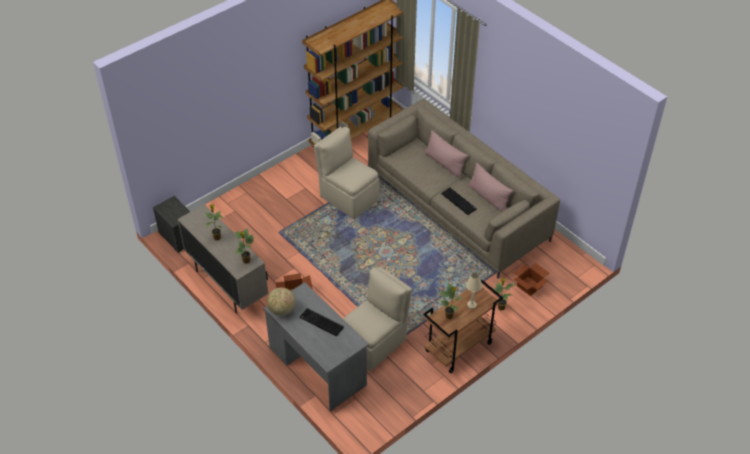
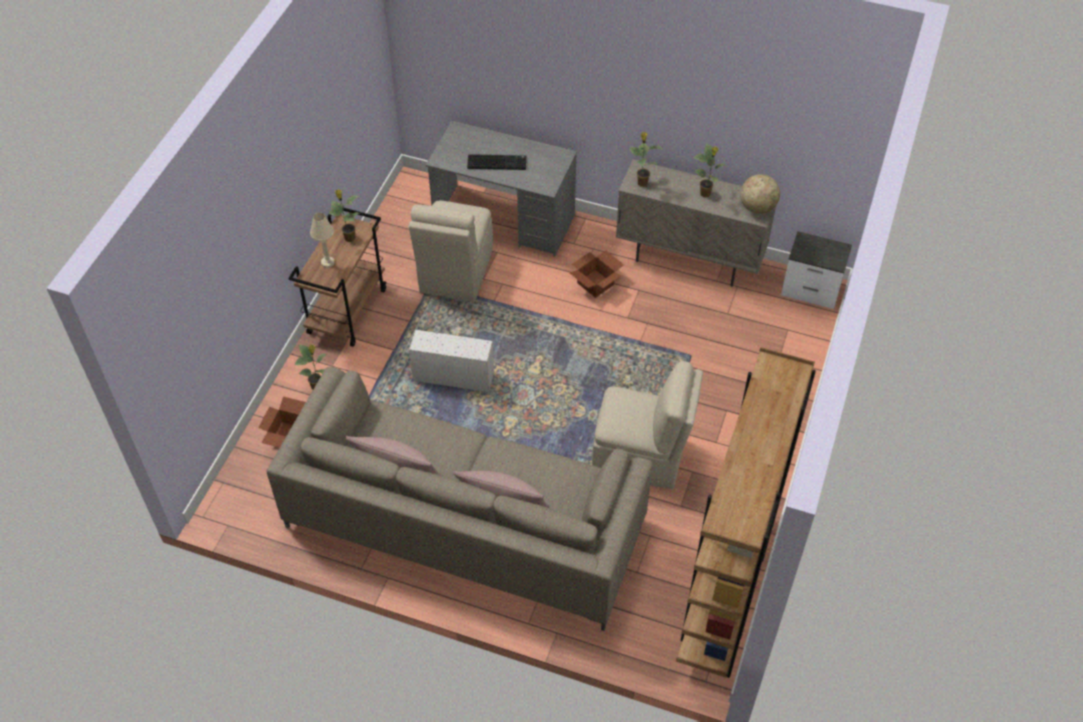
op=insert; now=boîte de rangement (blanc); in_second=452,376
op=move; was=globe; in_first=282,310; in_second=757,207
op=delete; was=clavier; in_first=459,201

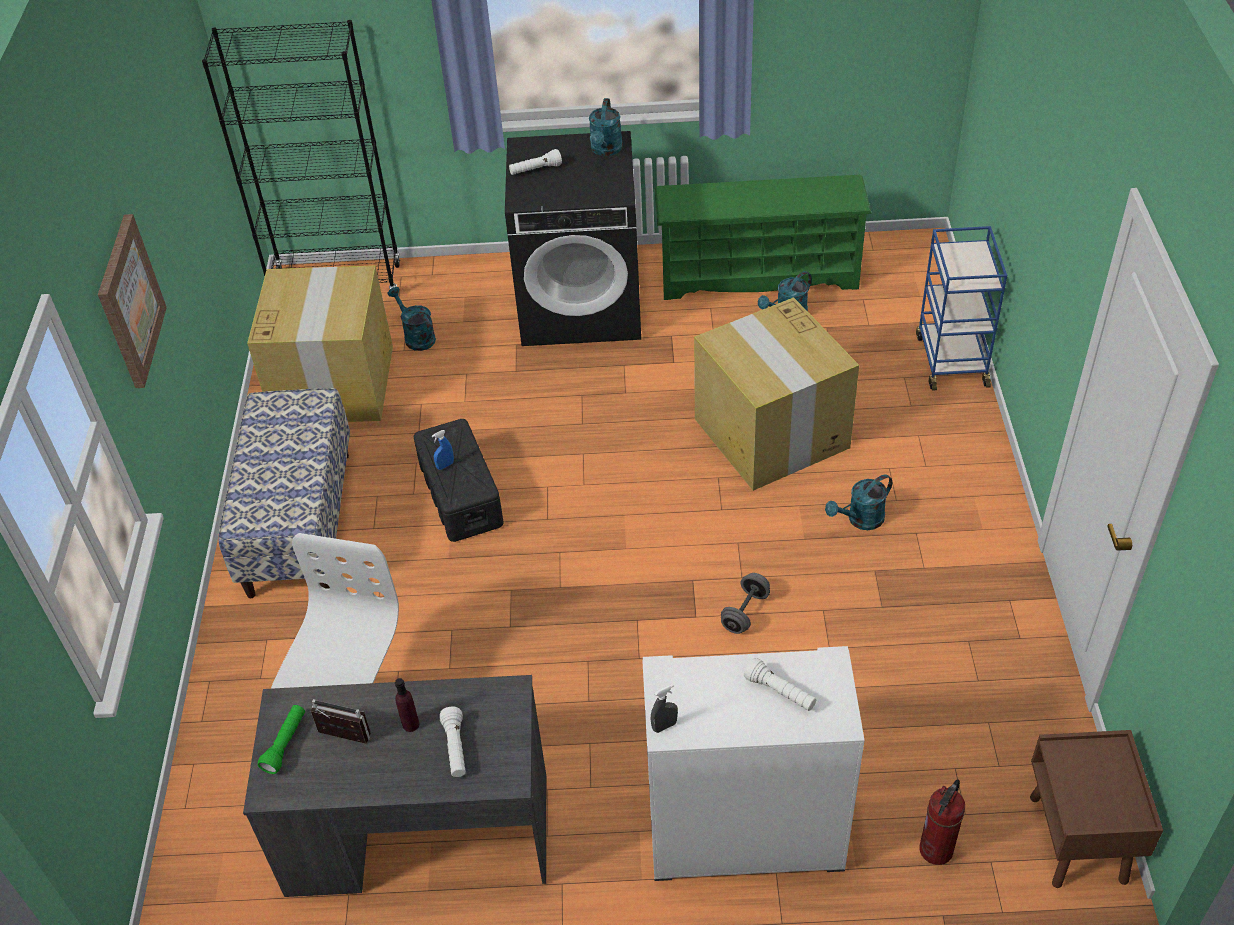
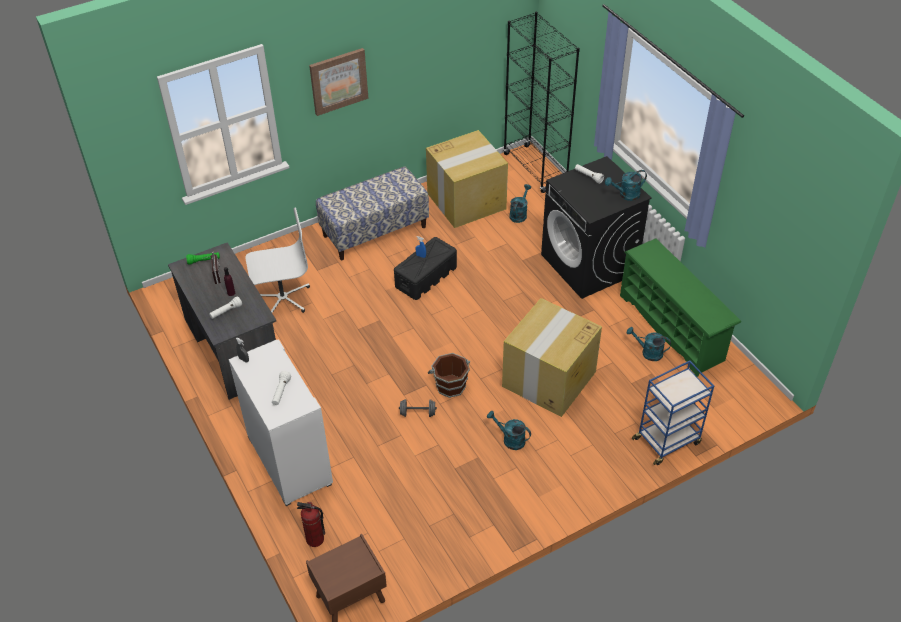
op=insert; now=seau (marron); in_second=450,385

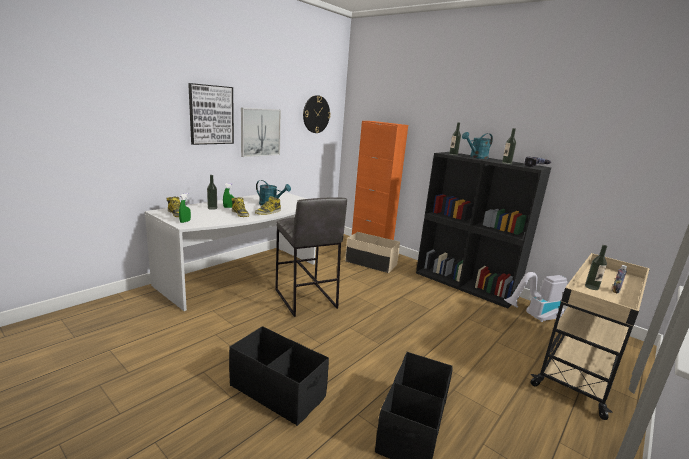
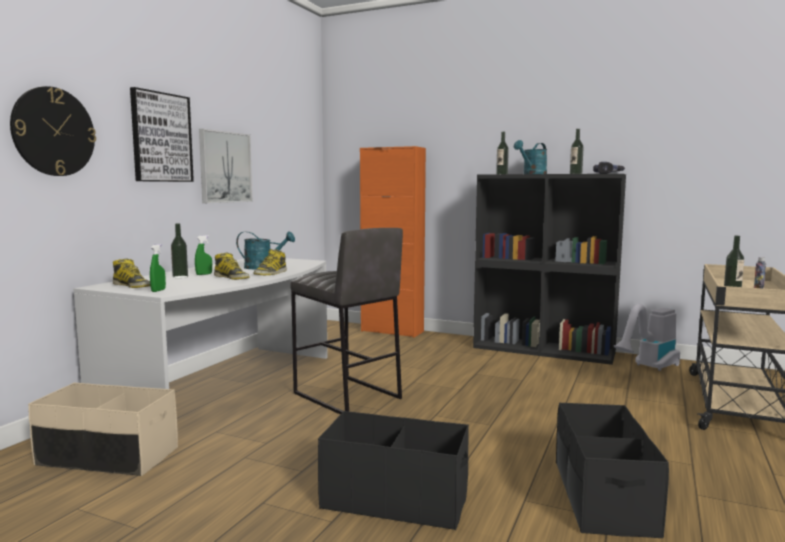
op=move; was=horloge murale; in_first=316,114; in_second=53,132
op=move; was=boîte de rangement (beige); in_first=371,263; in_second=107,457

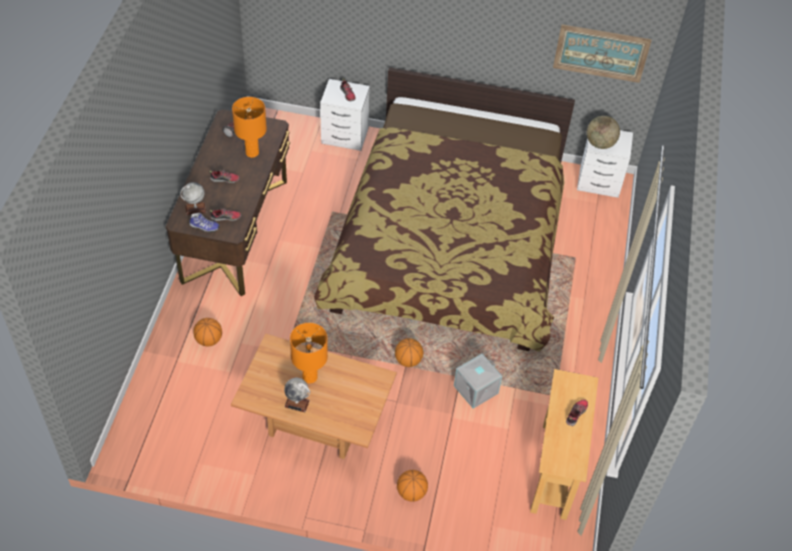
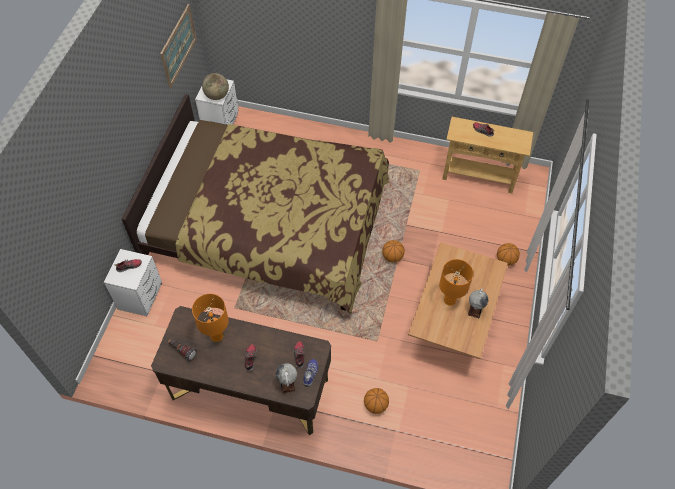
op=delete; was=boîte de rangement (gris); in_first=476,390

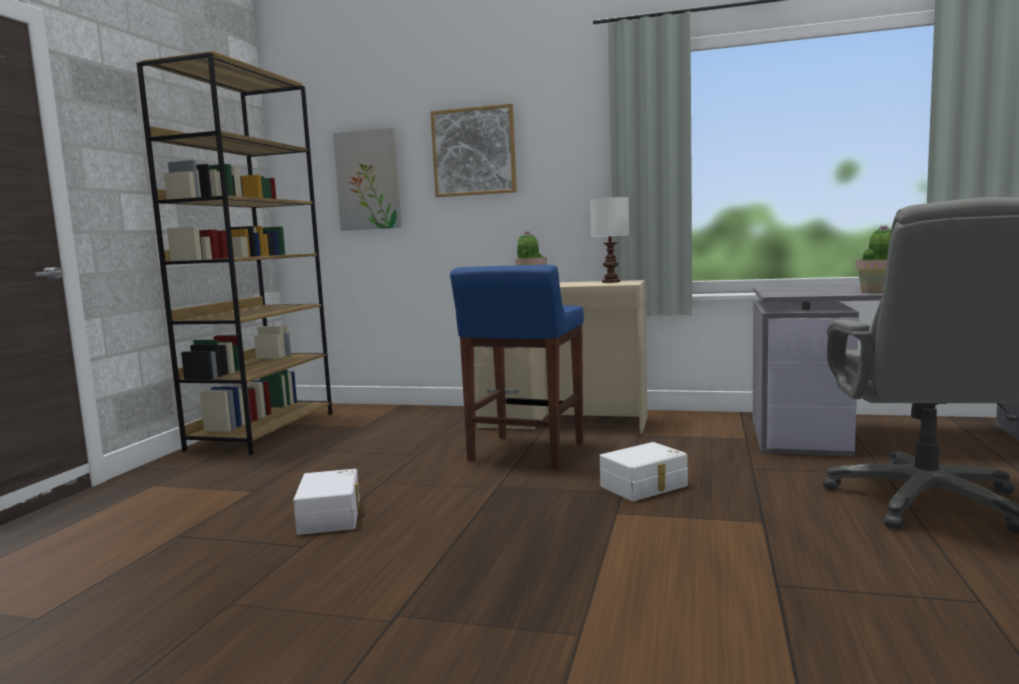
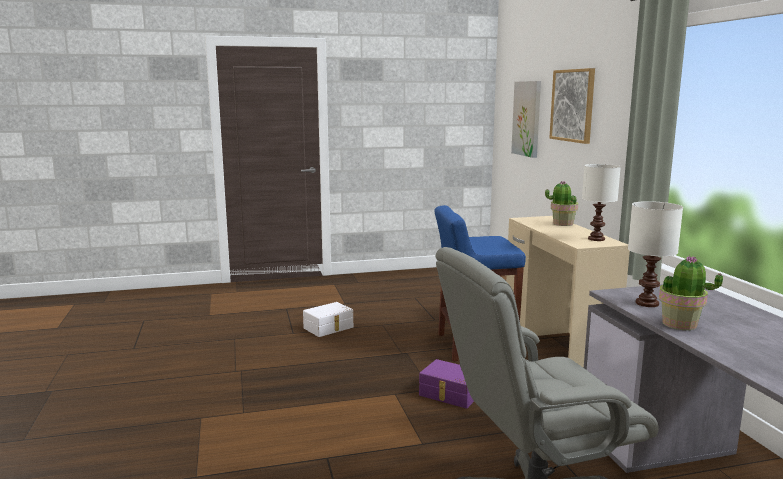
op=recolor; was=boîte de rangement (blanc); now=boîte de rangement (violet); in_first=645,486; in_second=450,394
op=insert; now=lampe de table (blanc); in_second=646,303
op=delete; was=bibliothèque (marron); in_first=263,431

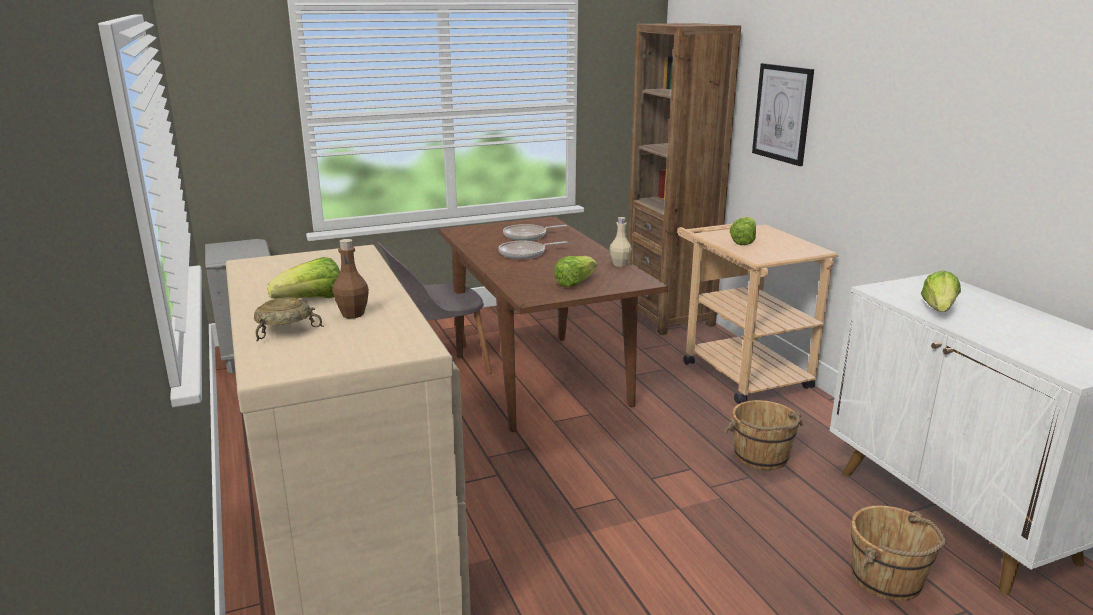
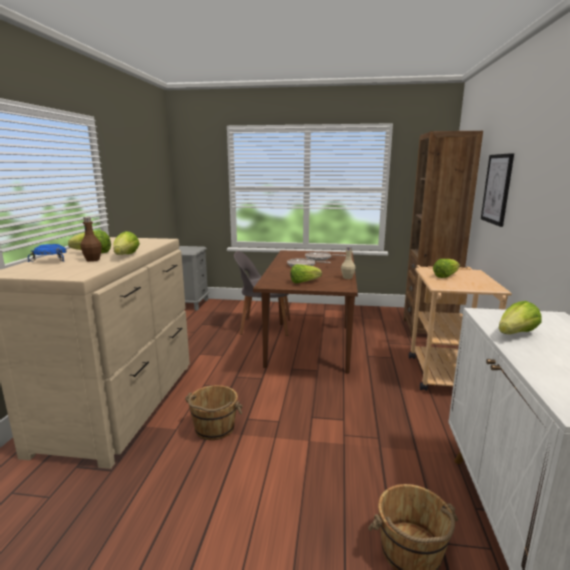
op=recolor; was=bol (beige); now=bol (bleu); in_first=286,331; in_second=51,261
op=insert; now=laitue; in_second=126,256
op=move; was=seau (marron); in_first=761,456; in_second=214,428

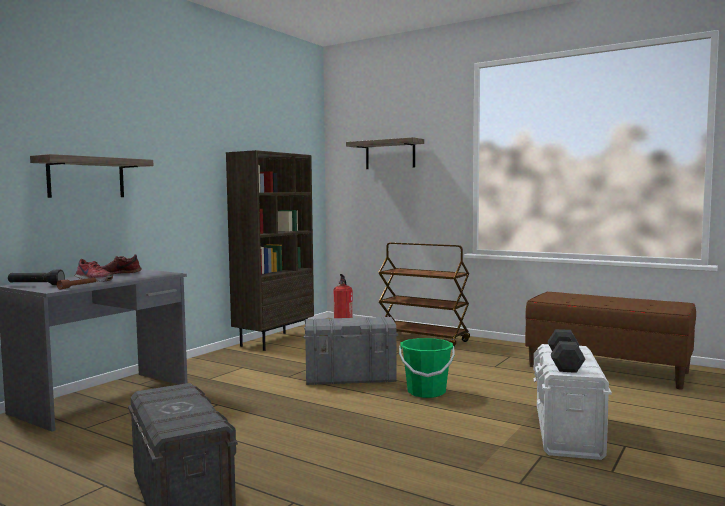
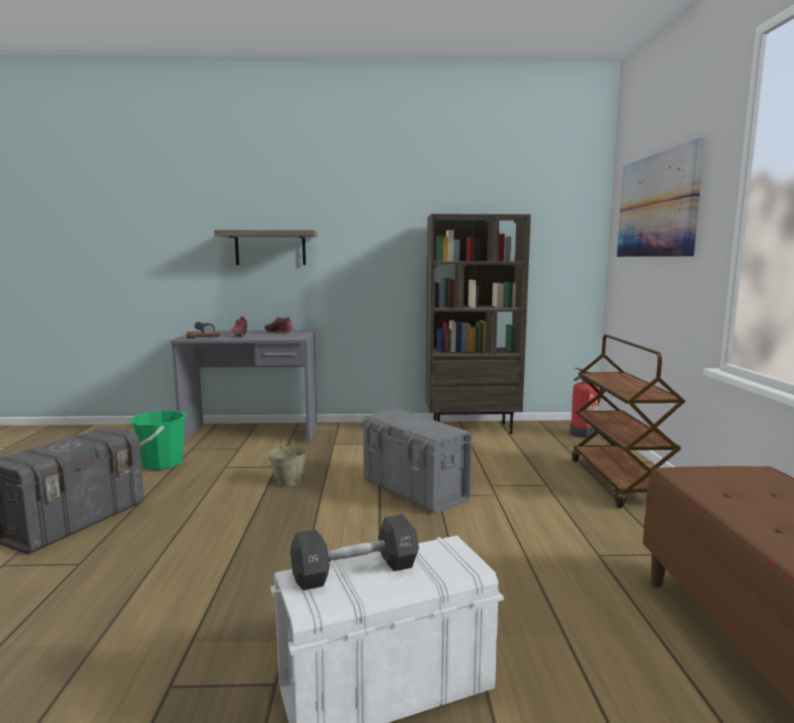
op=move; was=seau (vert); in_first=426,392; in_second=162,464
op=insert; now=seau (beige); in_second=289,481
op=replace; was=étagère; now=tableau; in_first=390,154; in_second=657,206

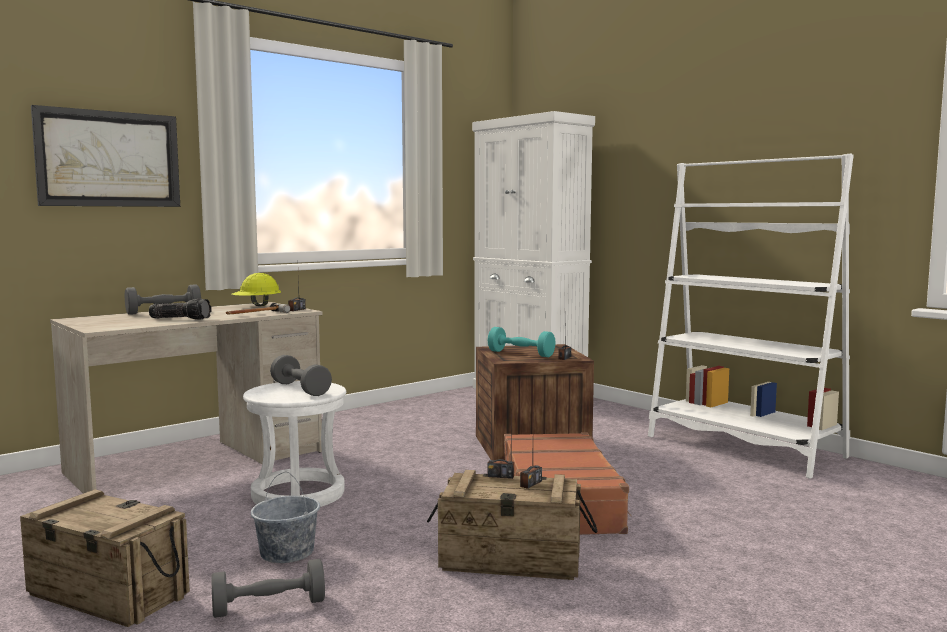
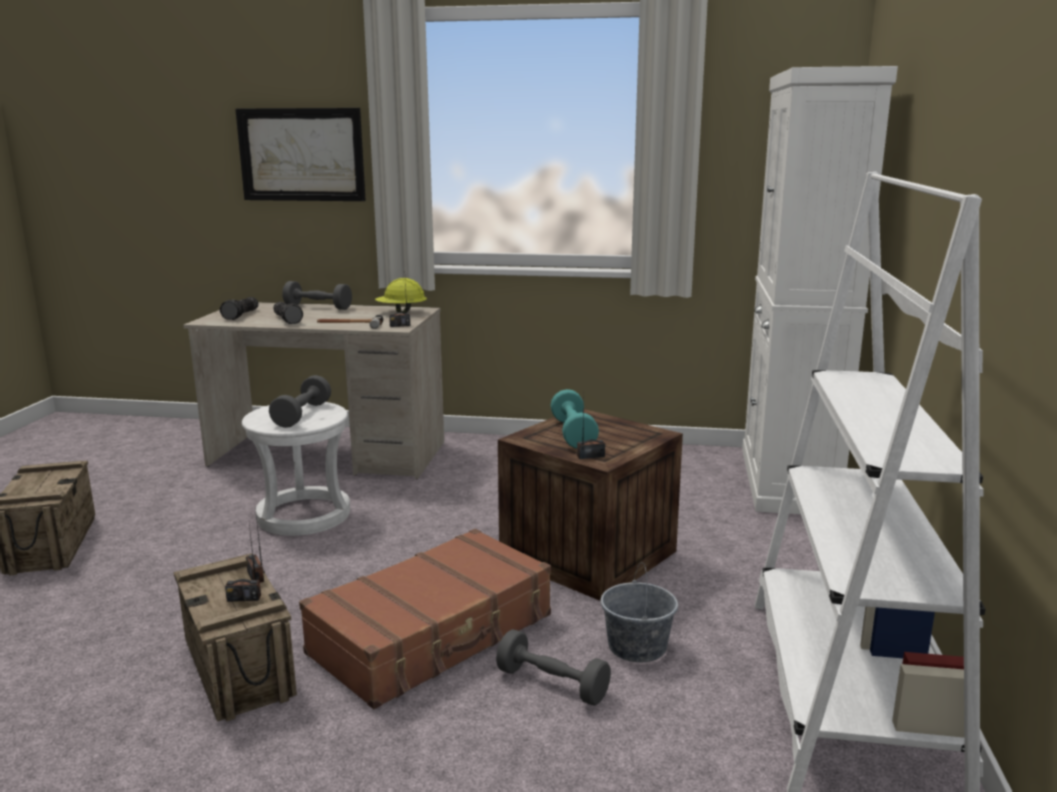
op=insert; now=lampe de poche; in_second=242,315
op=move; was=haltère (gris); in_first=269,607; in_second=552,684
op=move; was=seau (gris); in_first=286,552; in_second=637,646

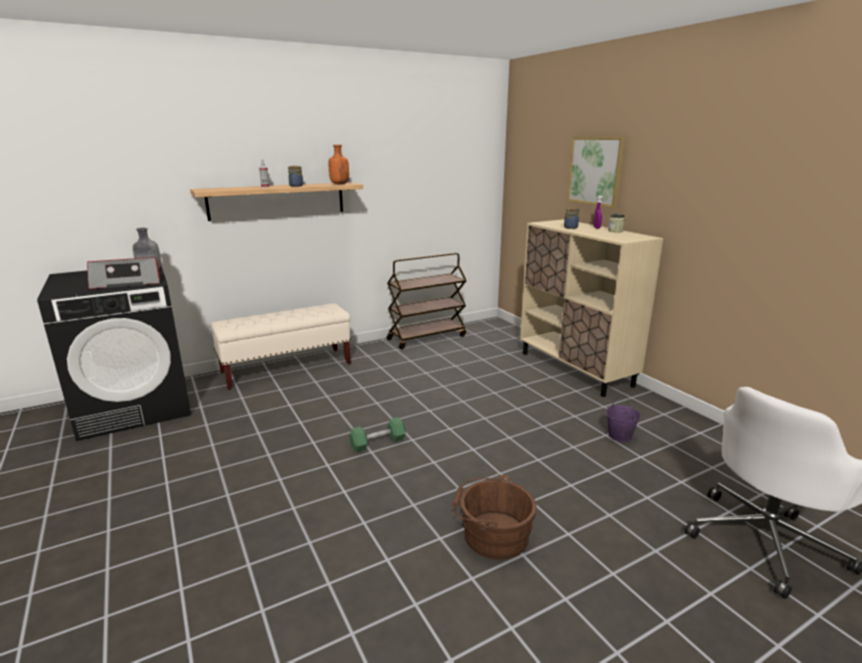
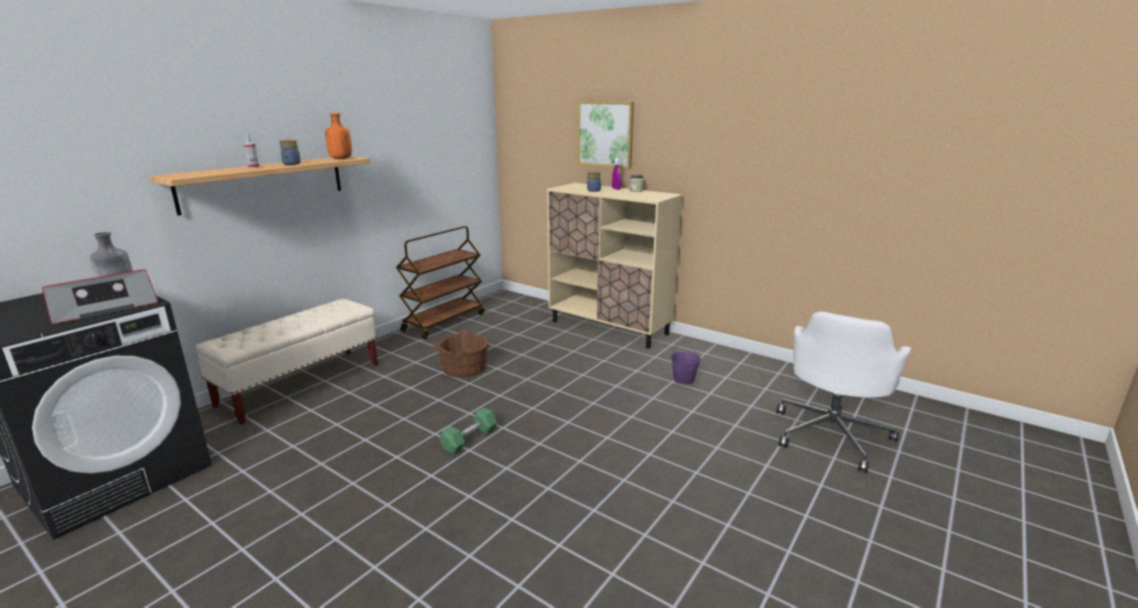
op=move; was=seau (marron); in_first=491,535; in_second=461,368

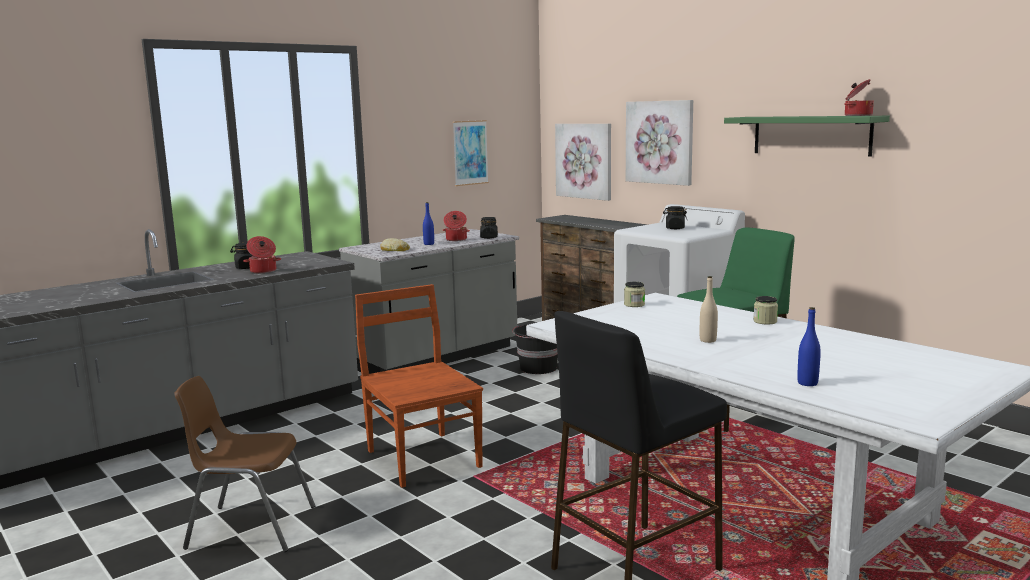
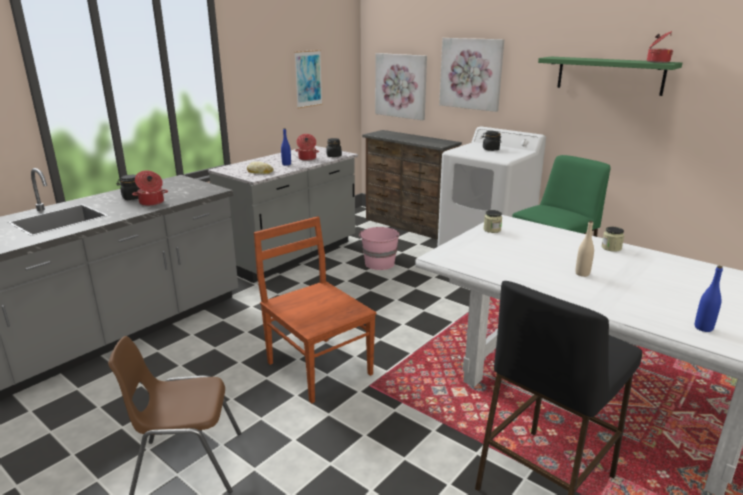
op=recolor; was=seau (noir); now=seau (rose); in_first=538,368; in_second=379,264

